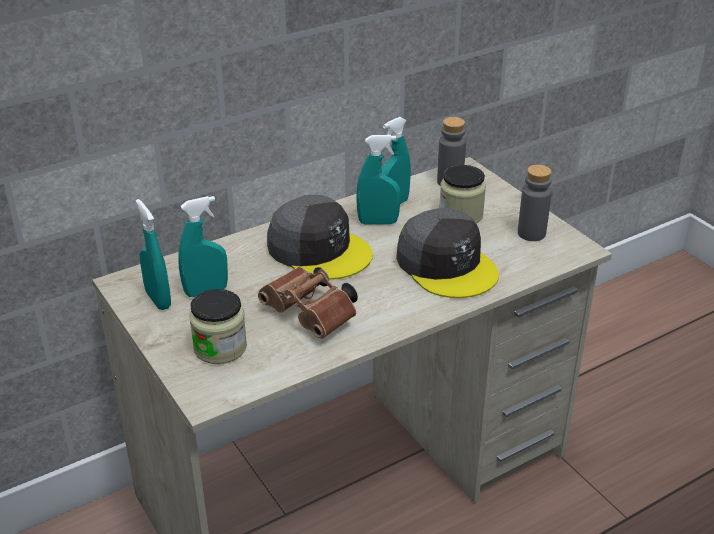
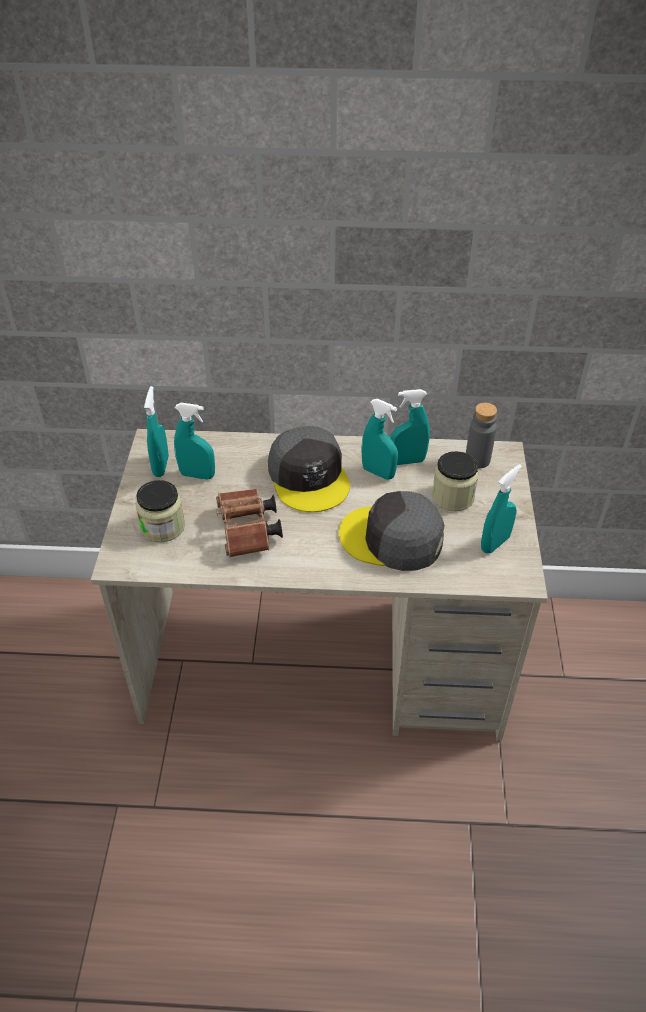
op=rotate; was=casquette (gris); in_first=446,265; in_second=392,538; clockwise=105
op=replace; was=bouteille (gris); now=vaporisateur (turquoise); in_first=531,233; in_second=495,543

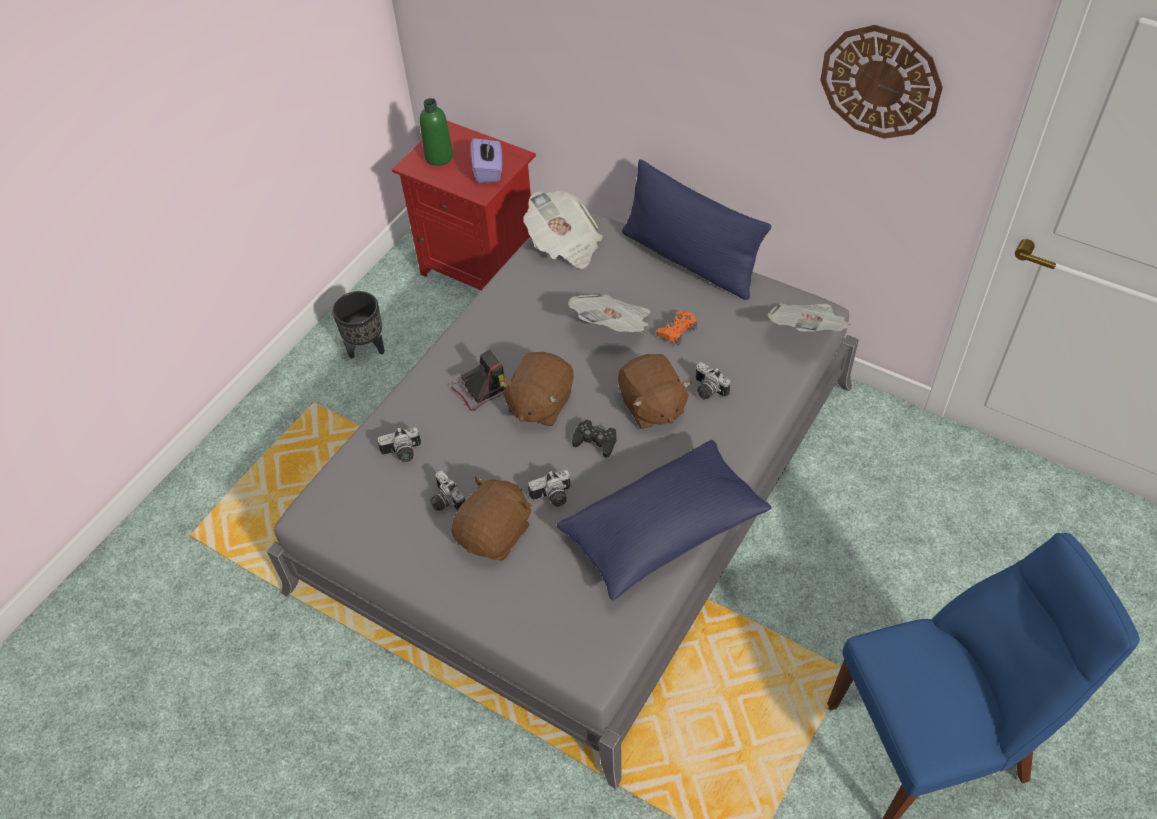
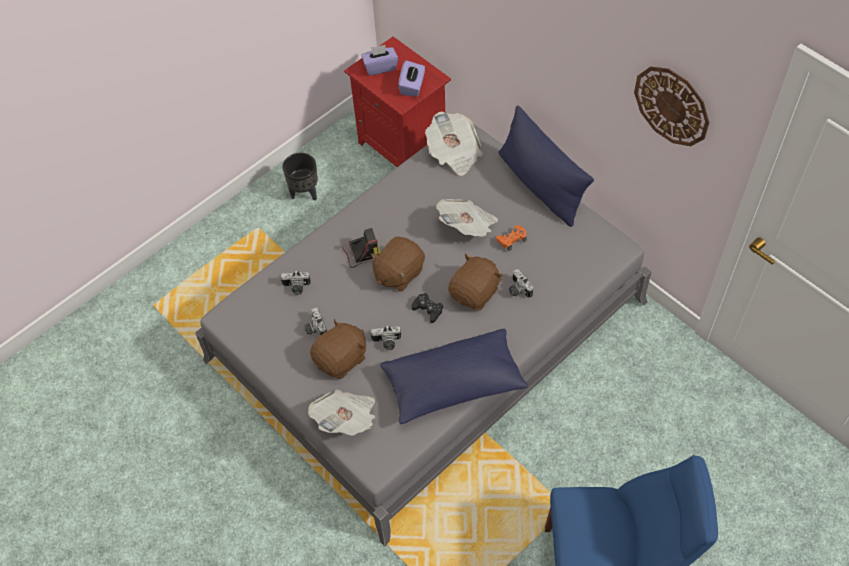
op=move; was=journal; in_first=807,331; in_second=347,419
op=replace; was=bouteille (vert); now=boîte à mouchoirs (violet); in_first=439,157; in_second=380,67
op=rotate; was=peluche (marron); in_first=651,407; in_second=475,293; clockwise=-135

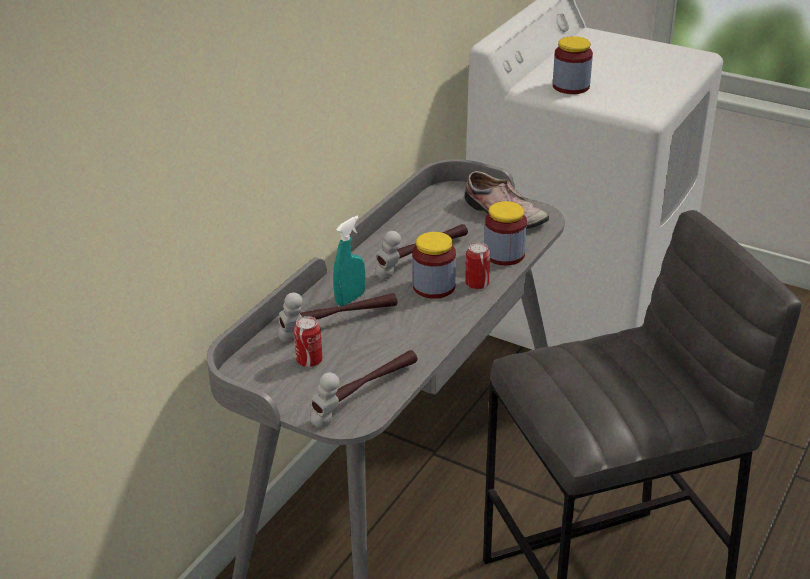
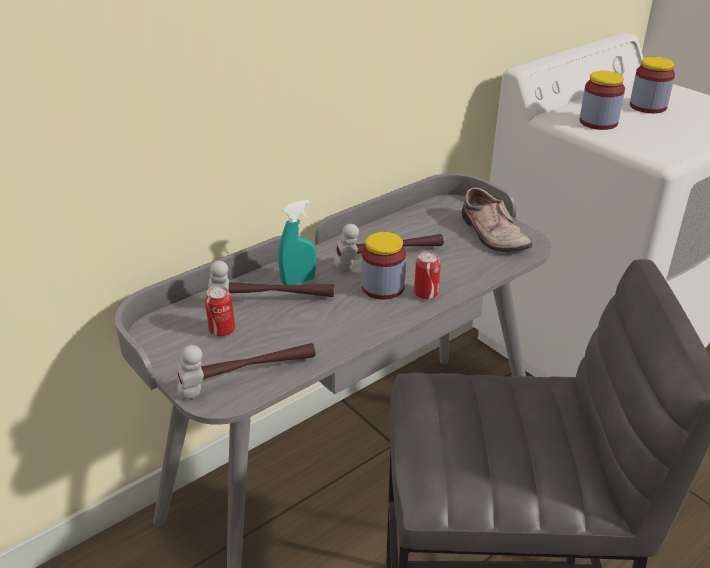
op=move; was=bocal; in_first=504,254; in_second=648,106

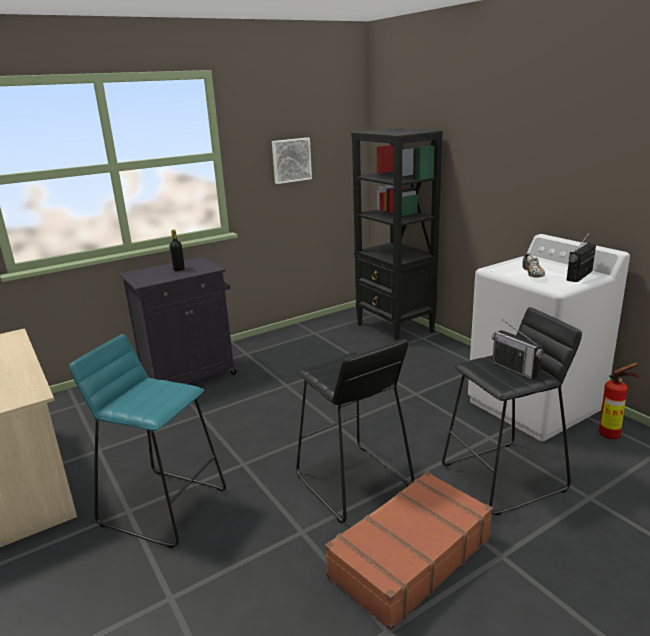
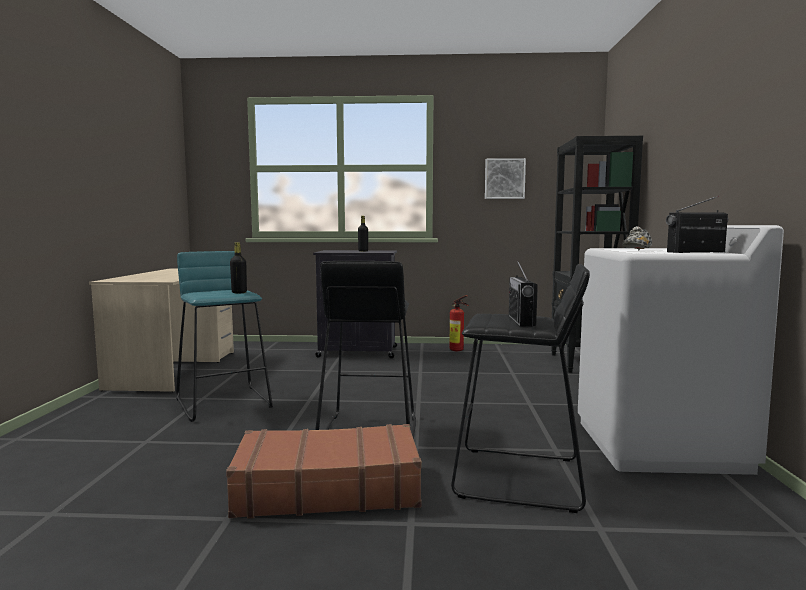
op=insert; now=bouteille (noir); in_second=239,292
op=move; was=extincteur; in_first=612,435; in_second=458,350

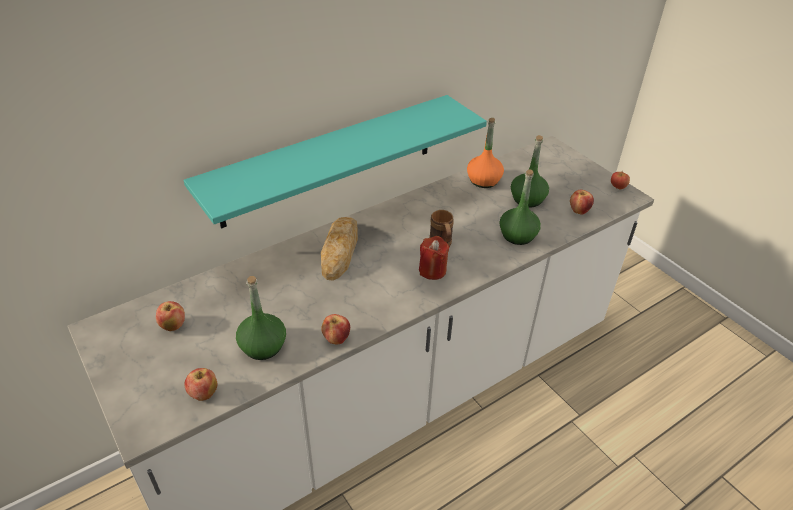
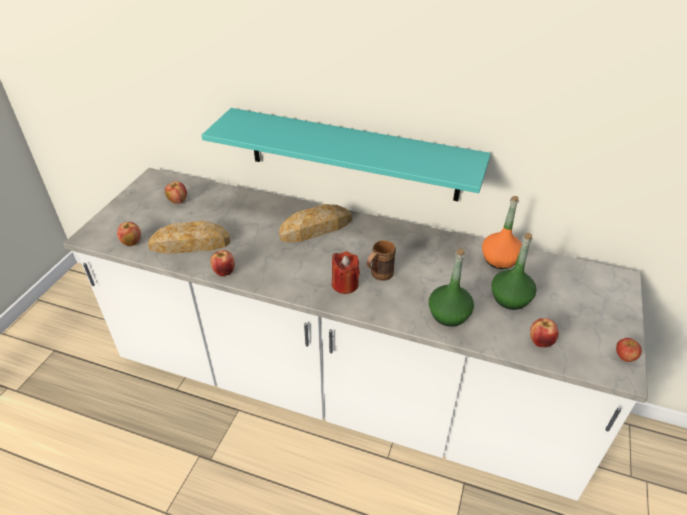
op=replace; was=bouteille (vert); now=pain; in_first=263,346; in_second=190,244

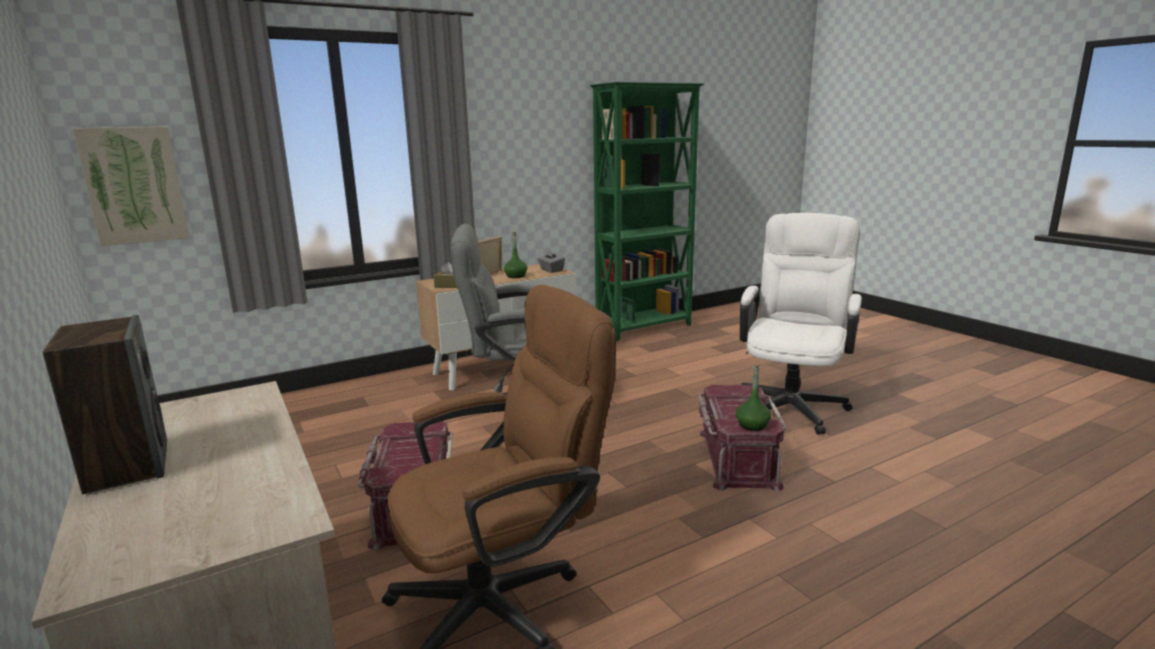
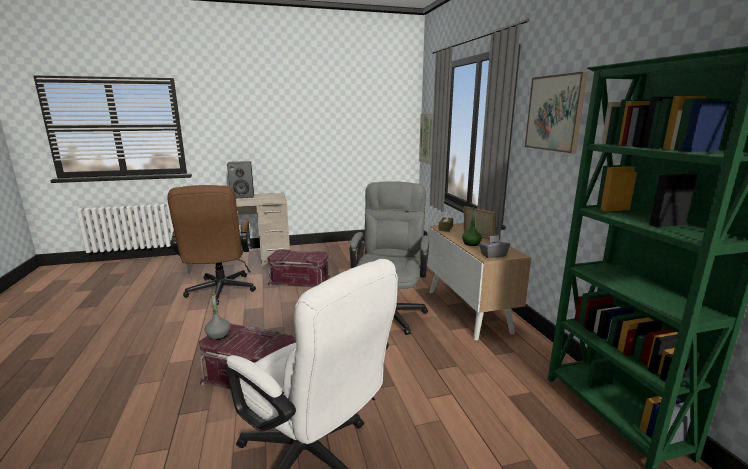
op=recolor; was=bouteille (vert); now=bouteille (gris); in_first=752,425; in_second=218,335
op=insert; now=tableau; in_second=555,113

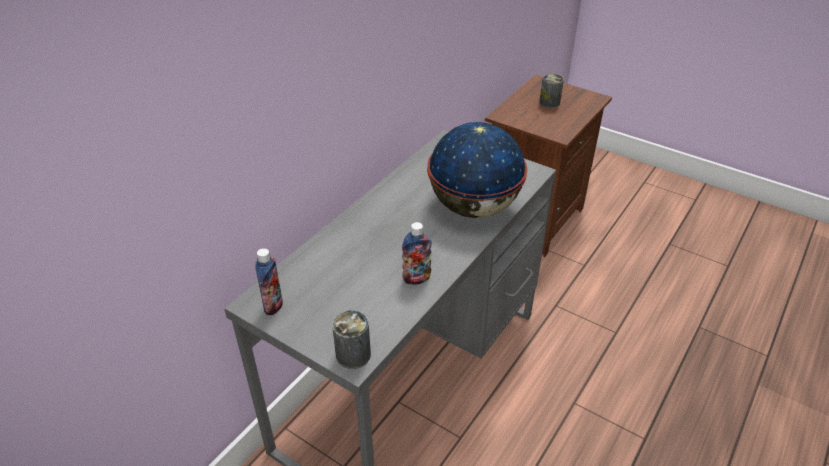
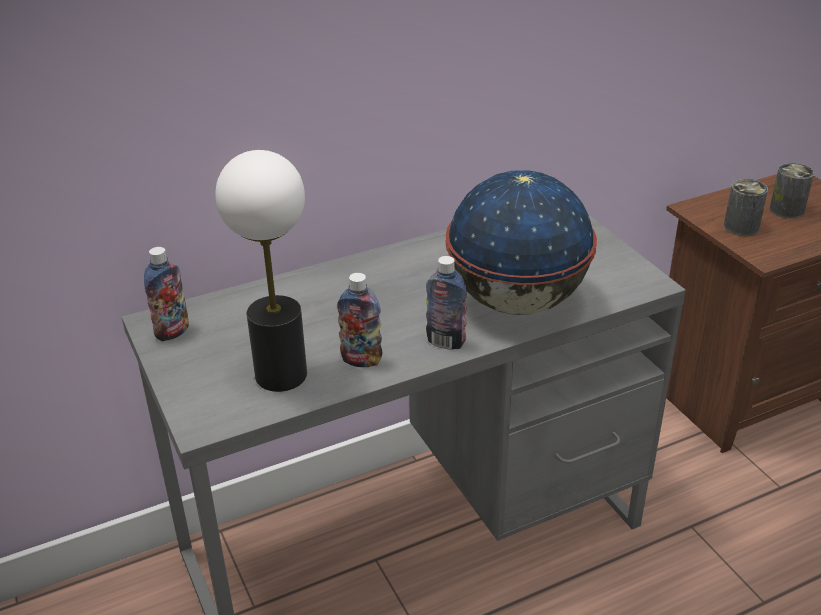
op=insert; now=lampe de table; in_second=282,375
op=insert; now=bouteille; in_second=445,342
op=move; was=boîte métallique; in_first=353,354; in_second=741,227

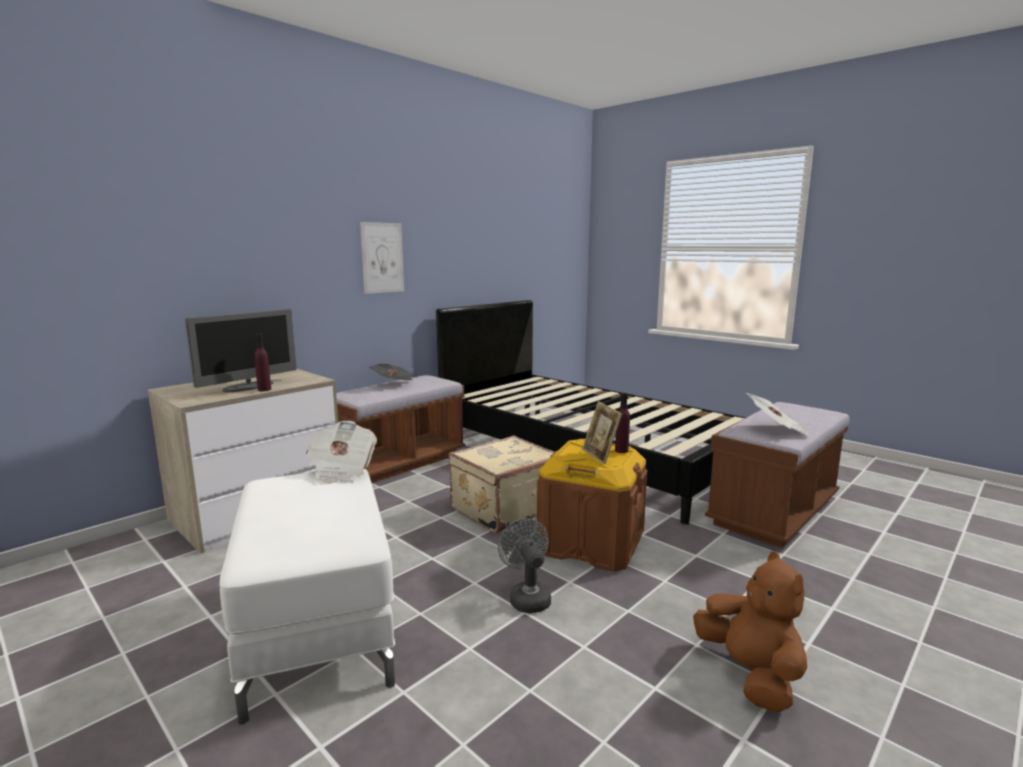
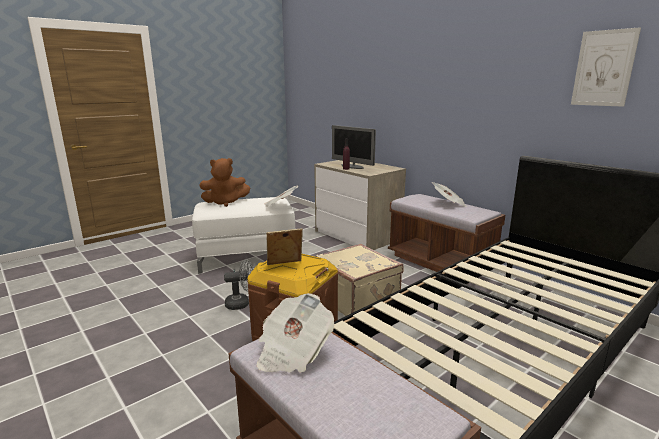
op=move; was=peluche (marron); in_first=750,674; in_second=225,202
op=move; was=tableau; in_first=382,257; in_second=603,68
op=delete; was=bouteille (violet); in_first=621,450

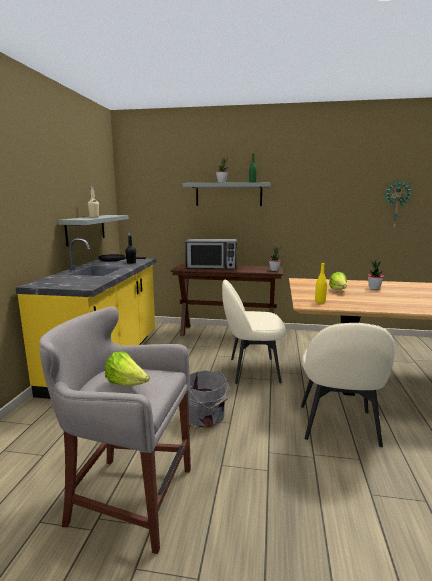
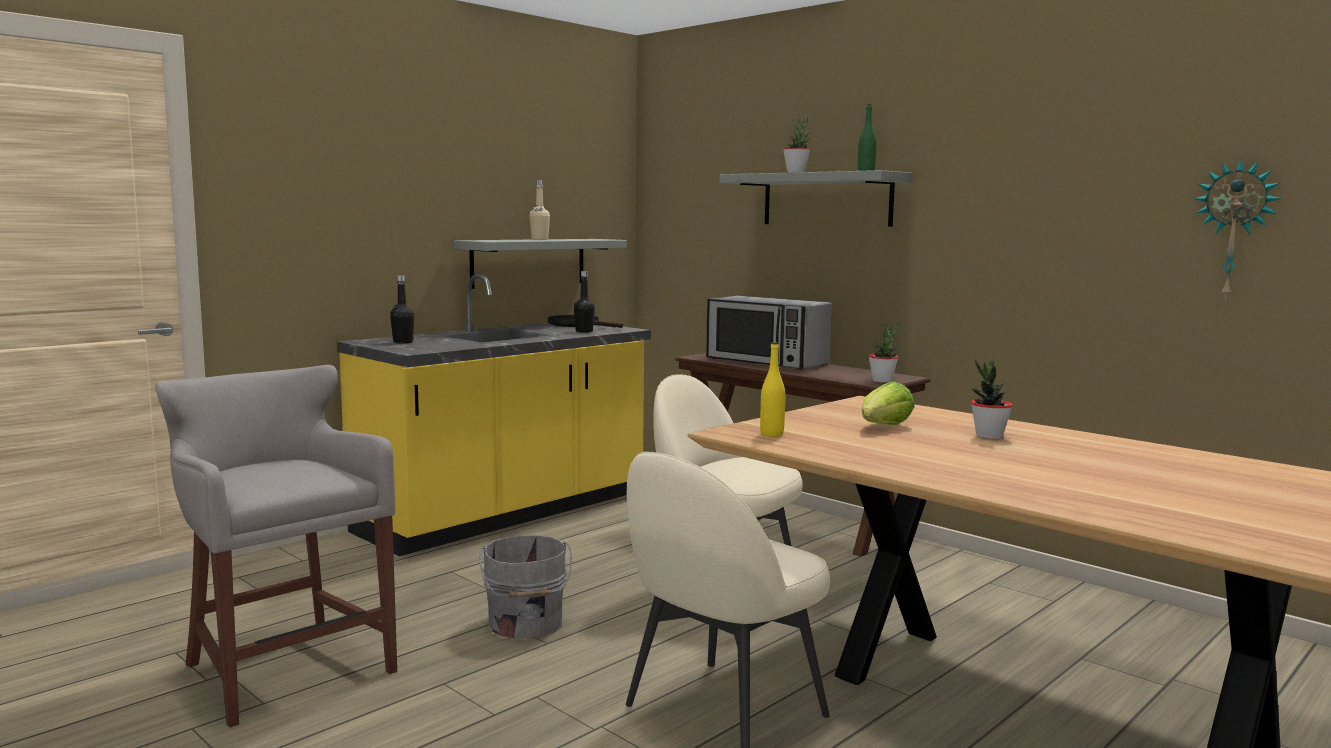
op=insert; now=bouteille (noir); in_second=403,342
op=delete; was=laitue; in_first=127,384

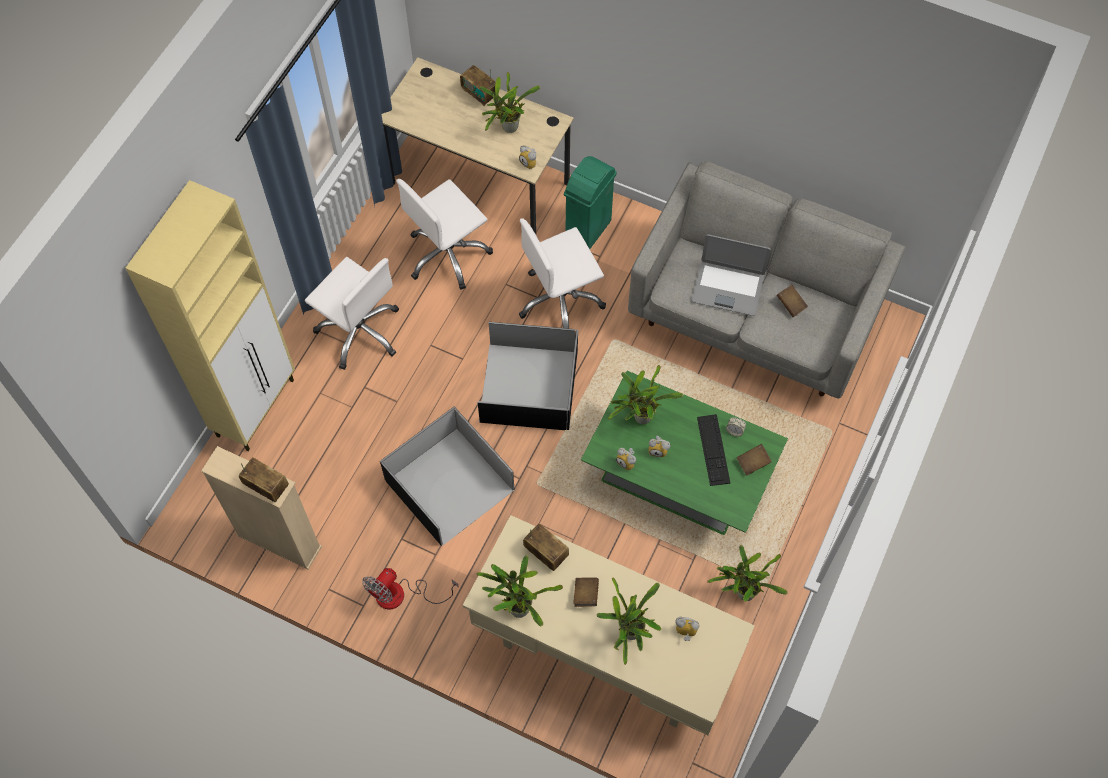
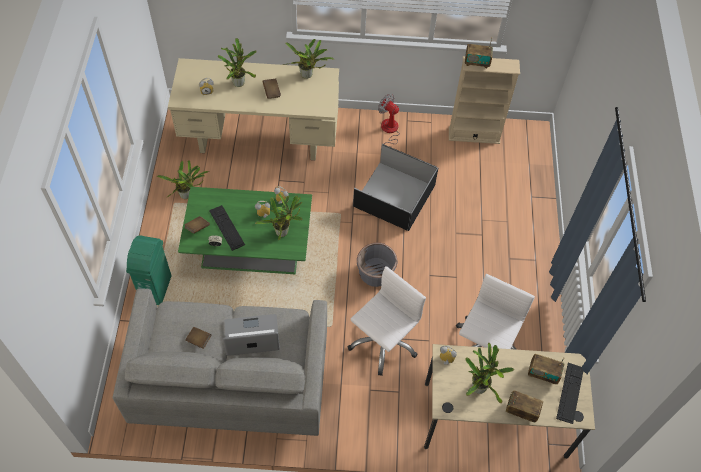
op=move; was=poubelle (vert); in_first=587,230; in_second=156,288
op=replace; was=boîte de rangement (noir); now=cache-pot (gris); in_first=529,385; in_second=375,273
op=rotate; was=ventilateur; in_first=401,595; in_second=389,131; clockwise=-60
op=move; was=radio; in_first=546,553; in_second=543,373
op=insert; now=clavier; in_second=570,392
op=delete; was=meuble de rangement (beige); in_first=256,407
op=delete; was=chaise de bureau (blanc); in_first=360,331

